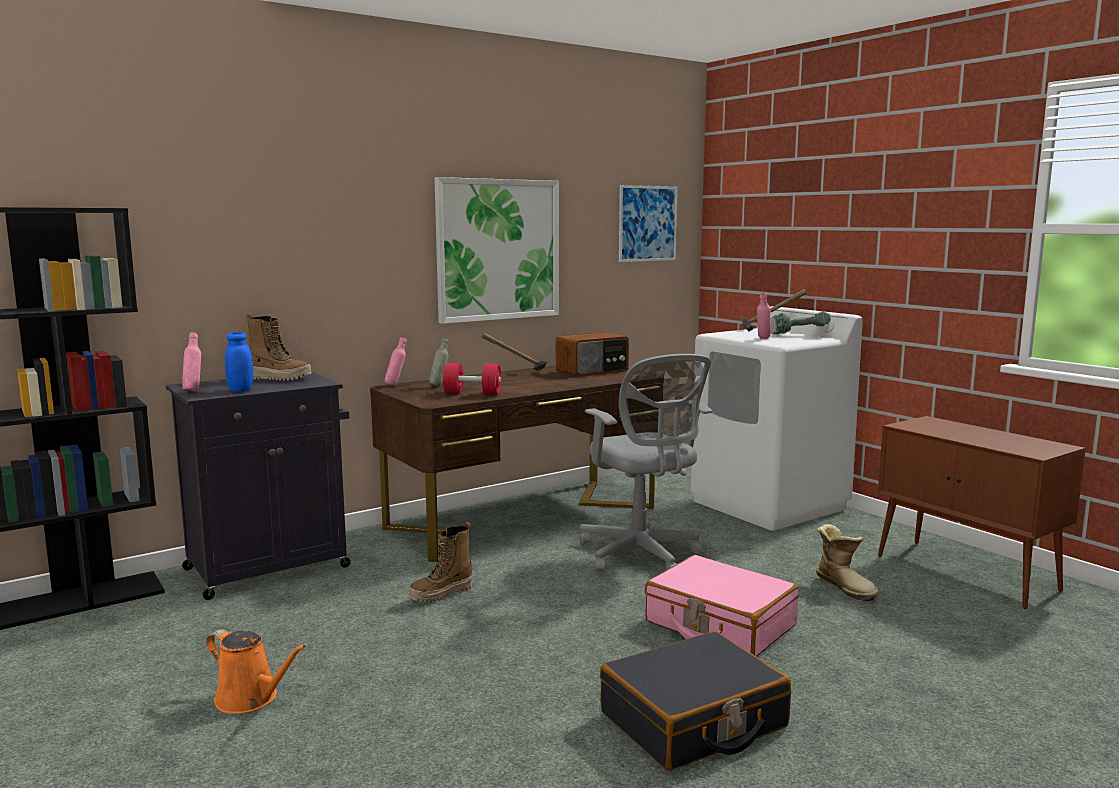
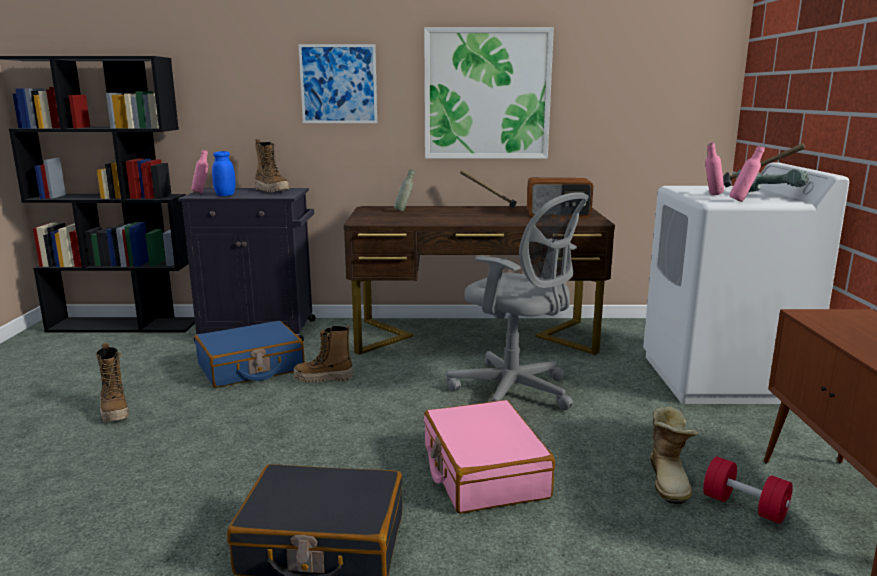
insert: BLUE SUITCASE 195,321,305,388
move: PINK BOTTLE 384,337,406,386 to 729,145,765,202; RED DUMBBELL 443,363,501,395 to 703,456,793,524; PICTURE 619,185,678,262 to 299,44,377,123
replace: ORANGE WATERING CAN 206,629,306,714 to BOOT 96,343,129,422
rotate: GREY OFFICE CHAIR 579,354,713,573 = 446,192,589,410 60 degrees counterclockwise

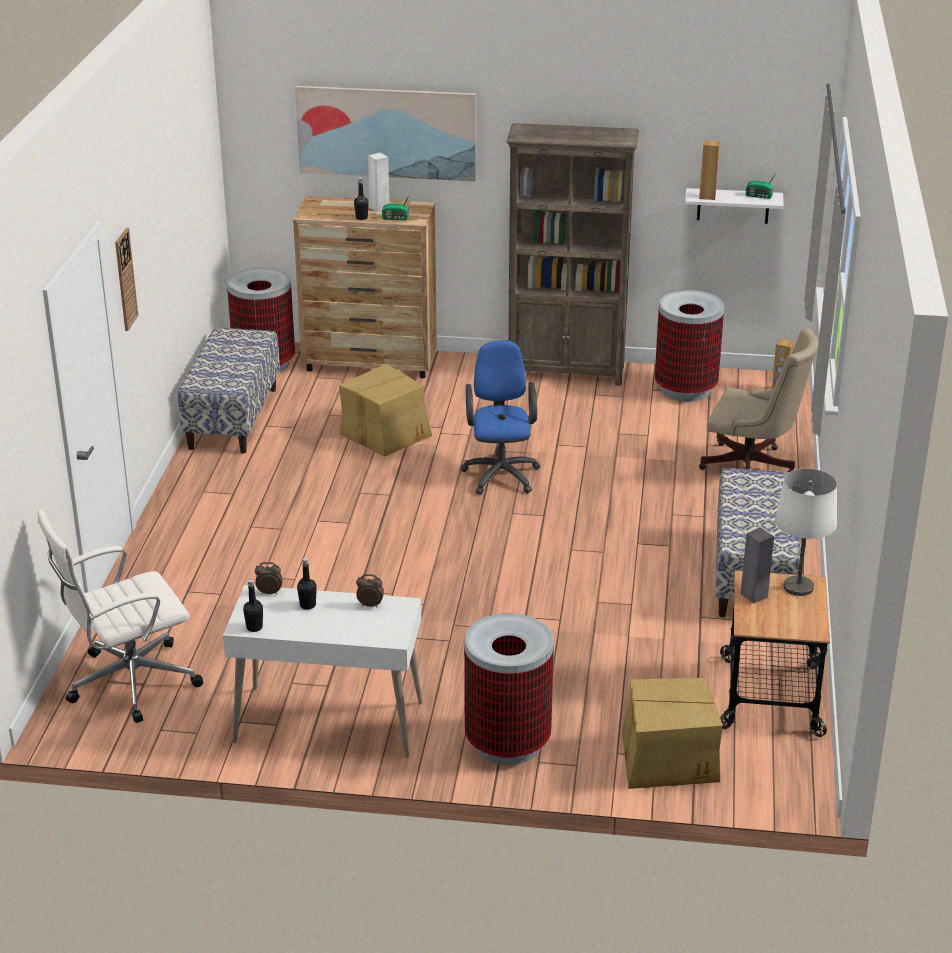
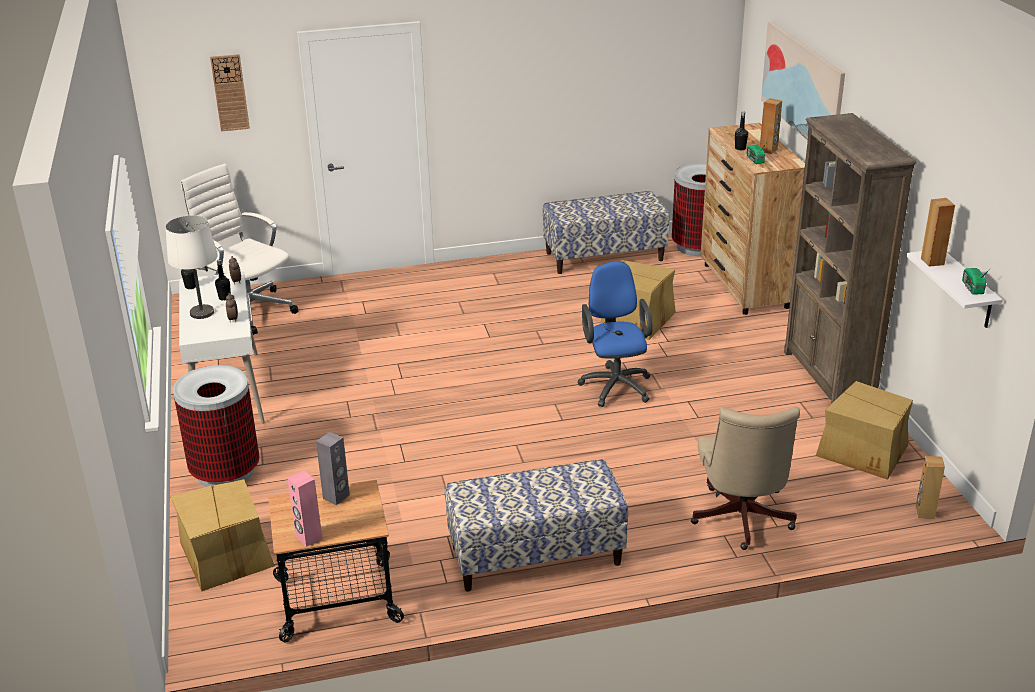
insert: PINK SPEAKER 288,470,323,547
move: WALL CLOCK 115,228,138,331 to 210,54,250,131; WHITE TABLE LAMP 775,469,837,596 to 166,215,218,319
replace: TRASH CAN 655,290,724,402 to CARDBOARD BOX 816,381,913,480
recolor: WHITE SPEAKER 368,153,389,212 to BROWN SPEAKER 760,98,782,154
rotate: BLUE OFFICE CHAIR 460,340,540,495 = 578,261,653,407 75 degrees counterclockwise

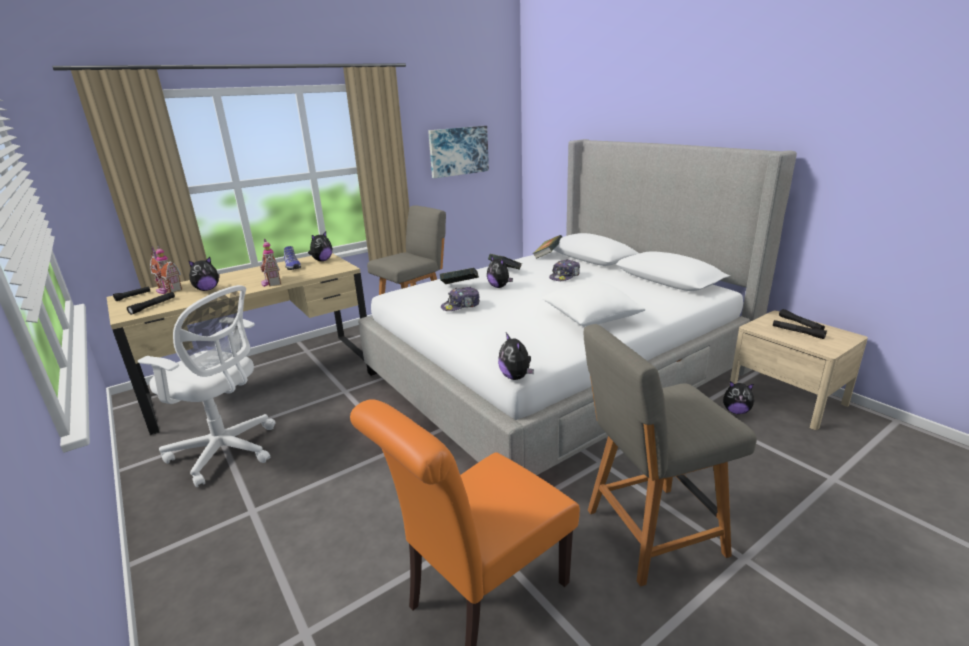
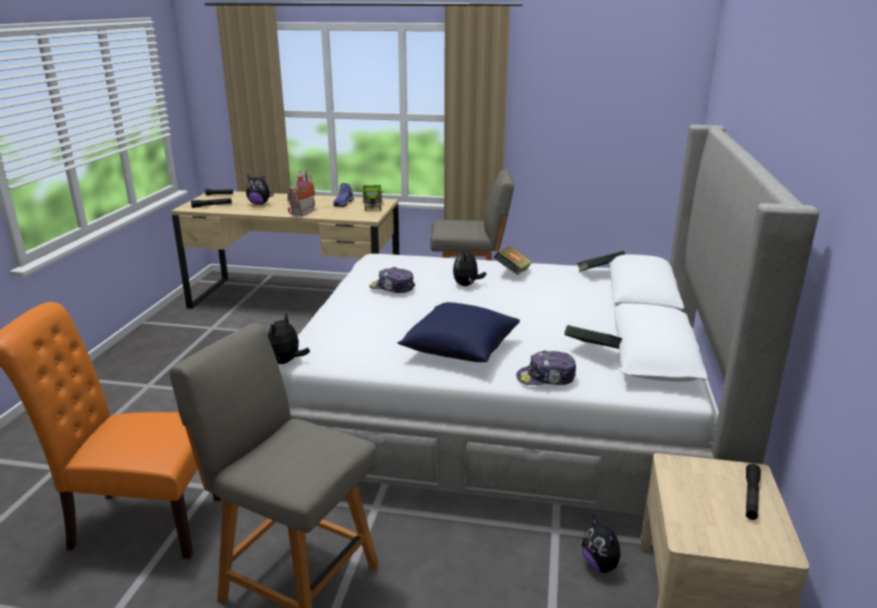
delete: WHITE OFFICE CHAIR 138,285,275,487; TOY HOUSE 150,246,182,294; PICTURE 428,126,489,178; BLACK FLASHLIGHT 773,320,827,339
move: BOOK 440,268,478,284 to 564,325,623,349; CAP 549,259,580,281 to 516,351,576,385
replace: PLUSH TOY 308,231,332,261 to TOY TRUCK 363,185,383,211
recolor: WHITE PILLOW 541,282,645,327 to BLUE PILLOW 397,302,520,362

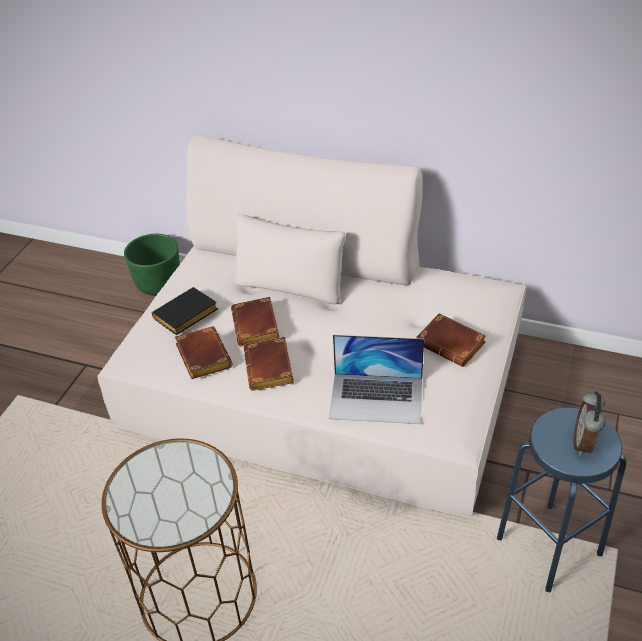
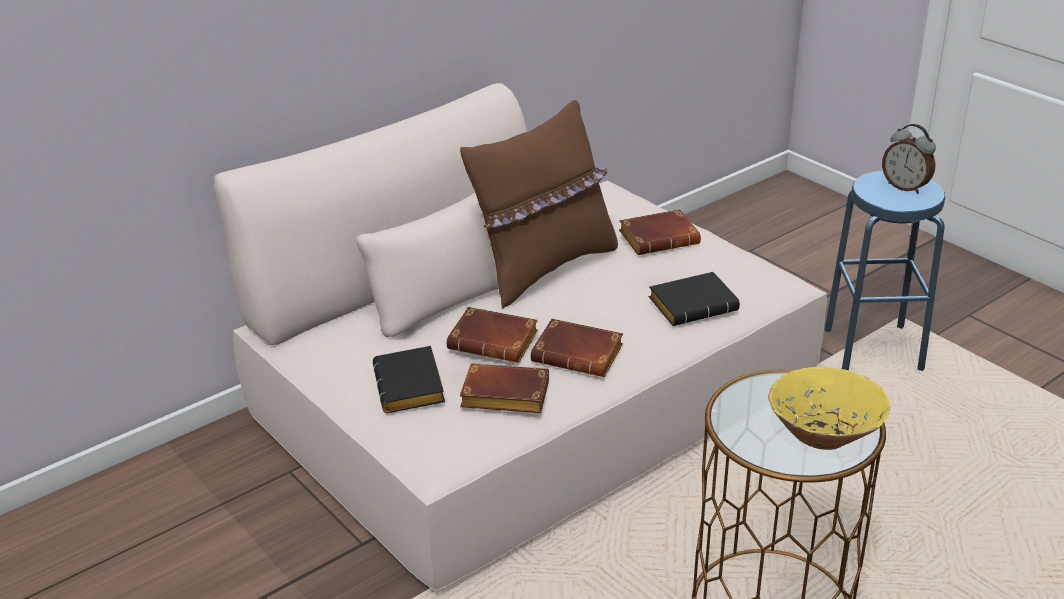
delete: GREEN PLANTER 124,234,180,296
insert: BROWN PILLOW 460,100,618,308; YELLOW BOWL 768,367,890,450
replace: LAPTOP 329,335,424,424 to BLACK BOOK 649,272,740,326

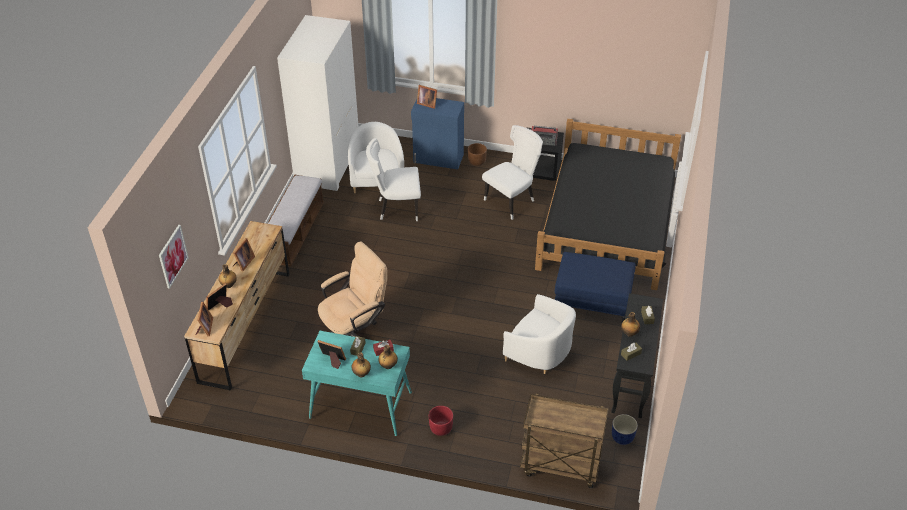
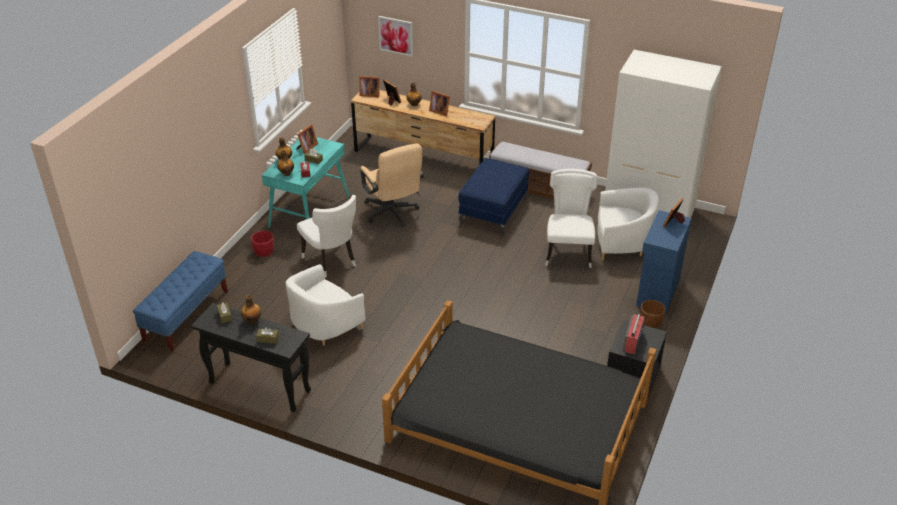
delete: BLUE PLANTER 612,414,638,445
move: WHITE CHAIR 482,125,543,220 to 297,195,356,278; BLUE OTTOMAN 555,252,636,324 to 458,158,529,236
replace: BROWN CART 520,394,609,488 to BLUE BENCH 133,251,228,352

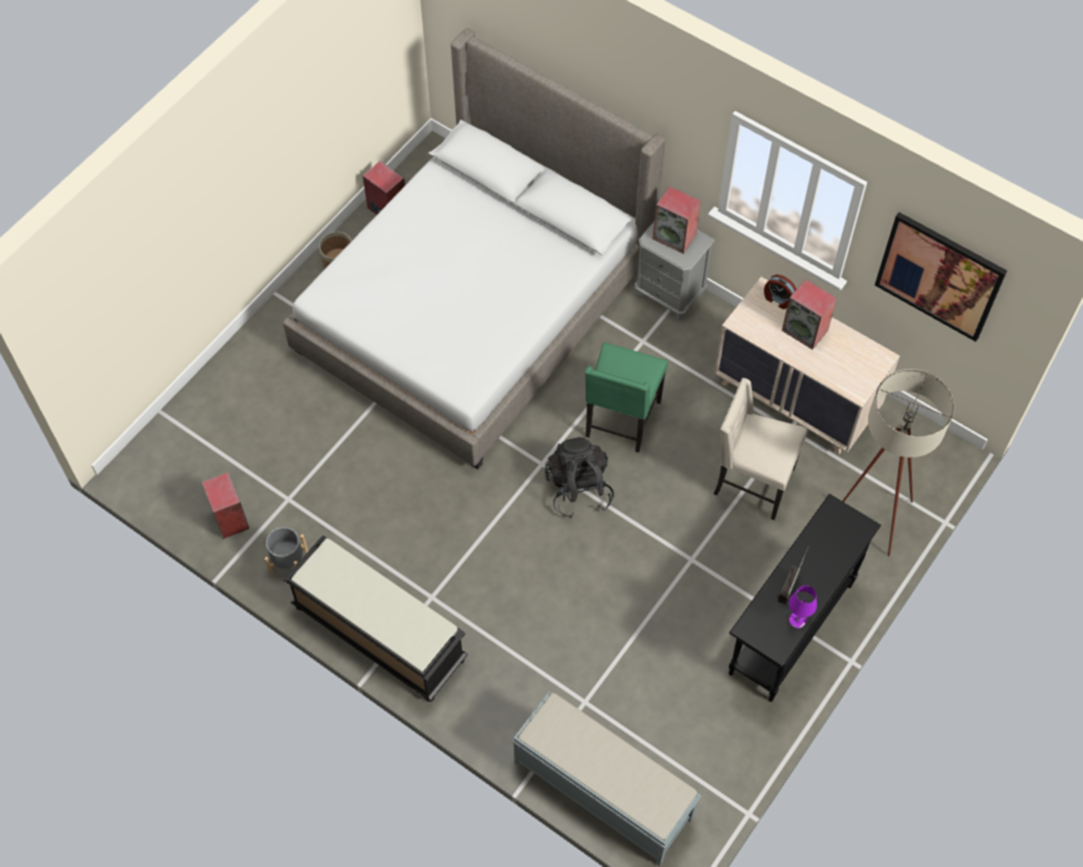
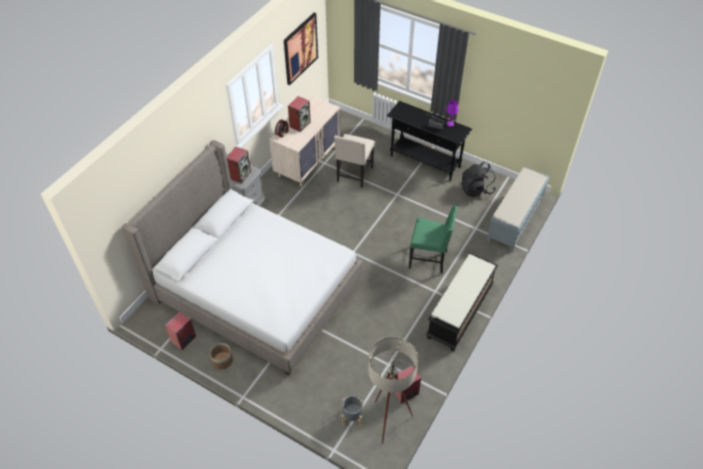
move: GREY PLANTER 265,527,308,575 to 342,396,363,427; BLACK BACKPACK 545,437,614,518 to 460,162,496,197; GREEN CHAIR 585,342,668,453 to 409,206,458,274; BEIGE FLOOR LAMP 842,369,954,557 to 368,337,418,444

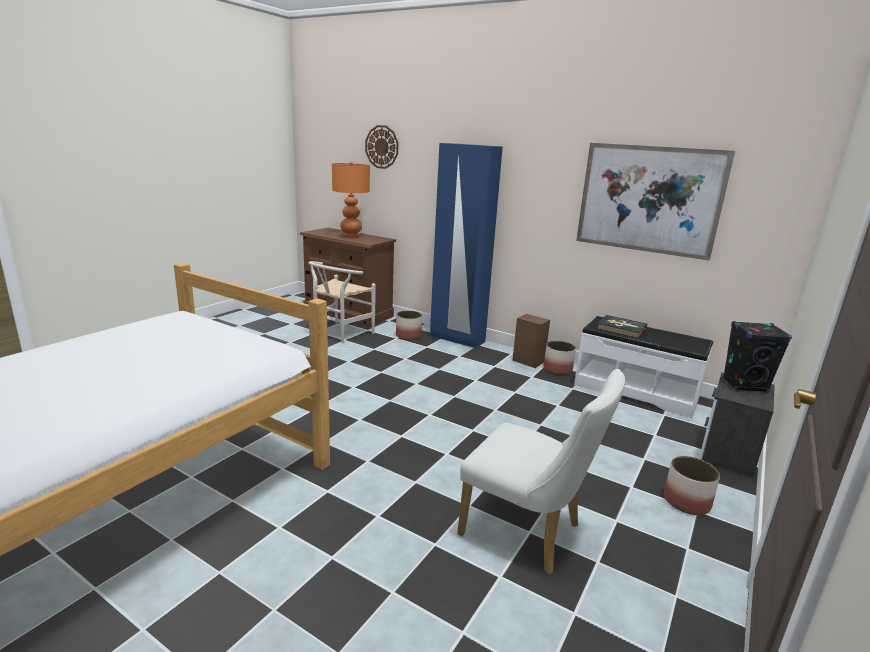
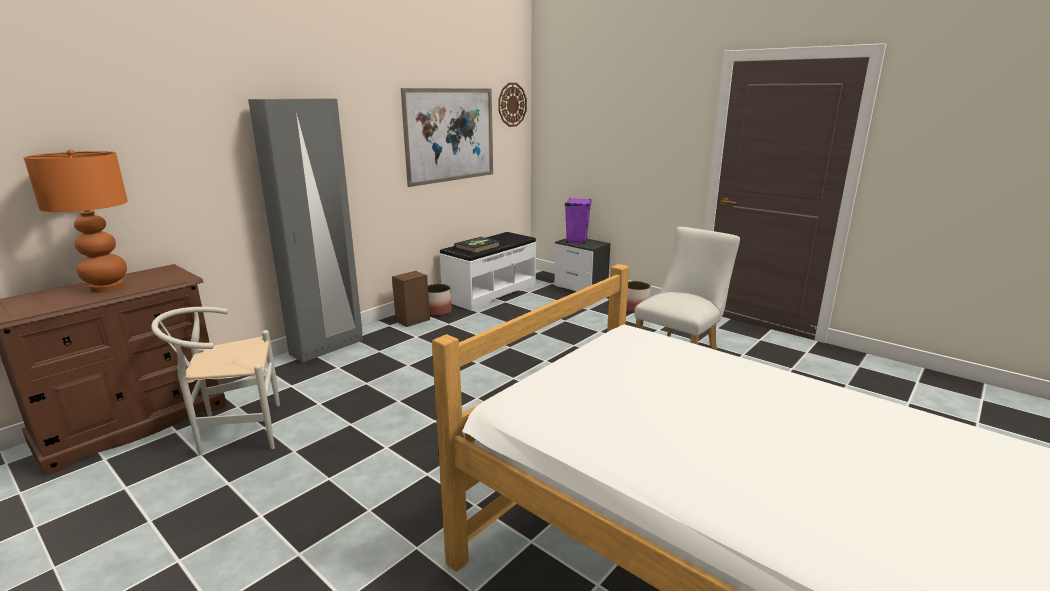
delete: PLANTER 396,311,422,340
move: WALL CLOCK 365,125,398,169 to 498,83,527,127
recolor: BLUE WARDROBE 430,143,503,348 to GREY WARDROBE 248,98,363,363; BLACK SPEAKER 723,321,792,393 to PURPLE SPEAKER 565,198,592,244
rotate: WHITE CHAIR 309,261,376,343 = 151,307,280,455 120 degrees clockwise

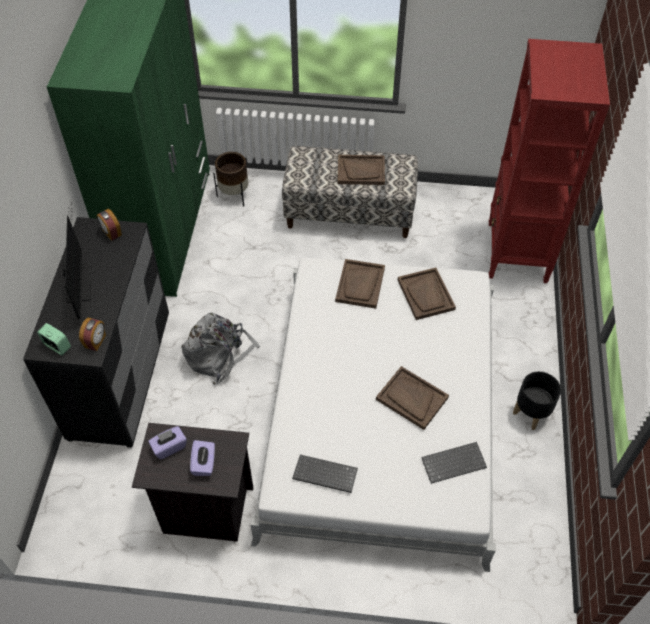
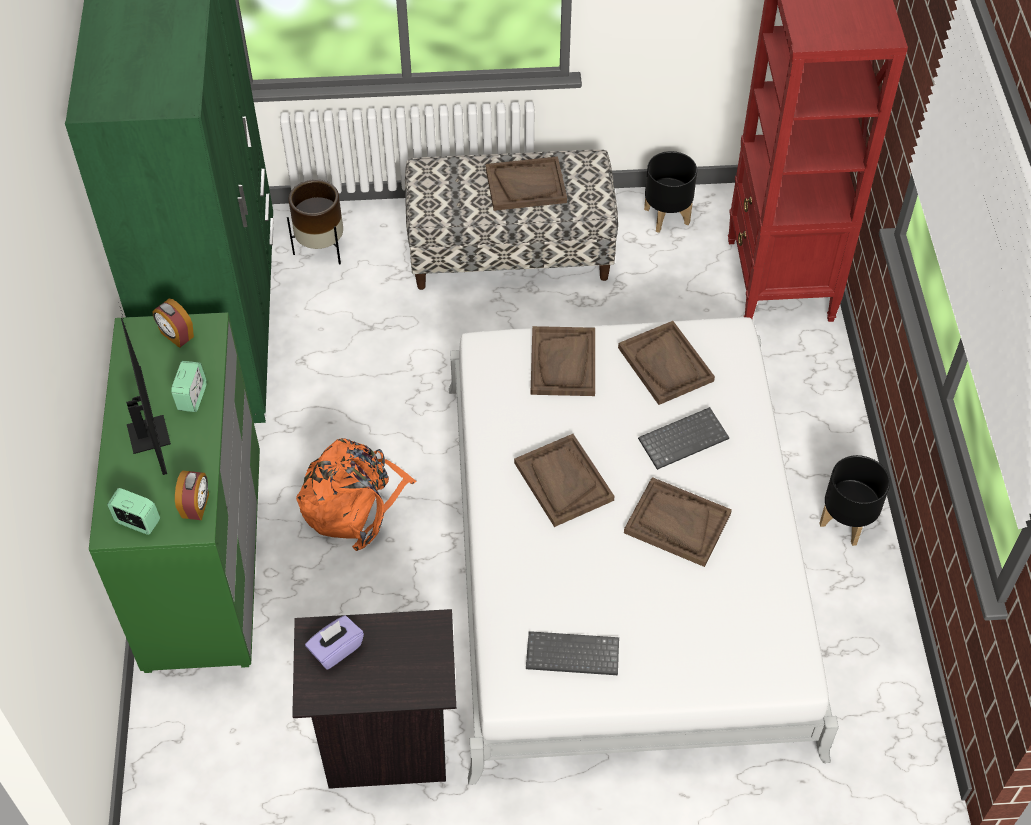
delete: PURPLE TISSUE BOX 190,440,215,476
insert: ALARM CLOCK 171,361,206,412; BROWN TRAY 514,434,615,527; BLACK PLANTER 644,151,697,233
move: KEYBOARD 421,442,487,484 to 638,407,729,470
recolor: BLACK DRESSER 23,217,169,448 to GREEN DRESSER 89,312,260,673; GREY BACKPACK 181,313,261,385 to ORANGE BACKPACK 296,438,416,551

